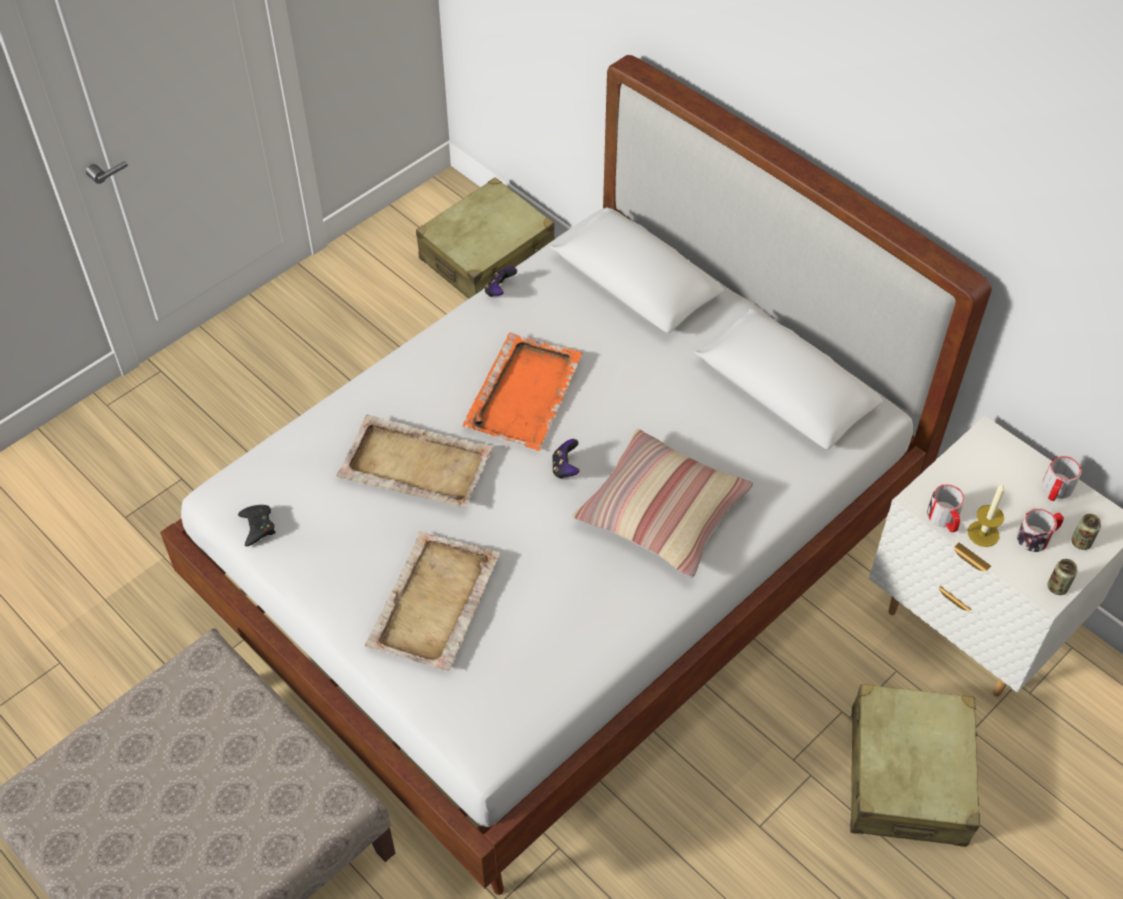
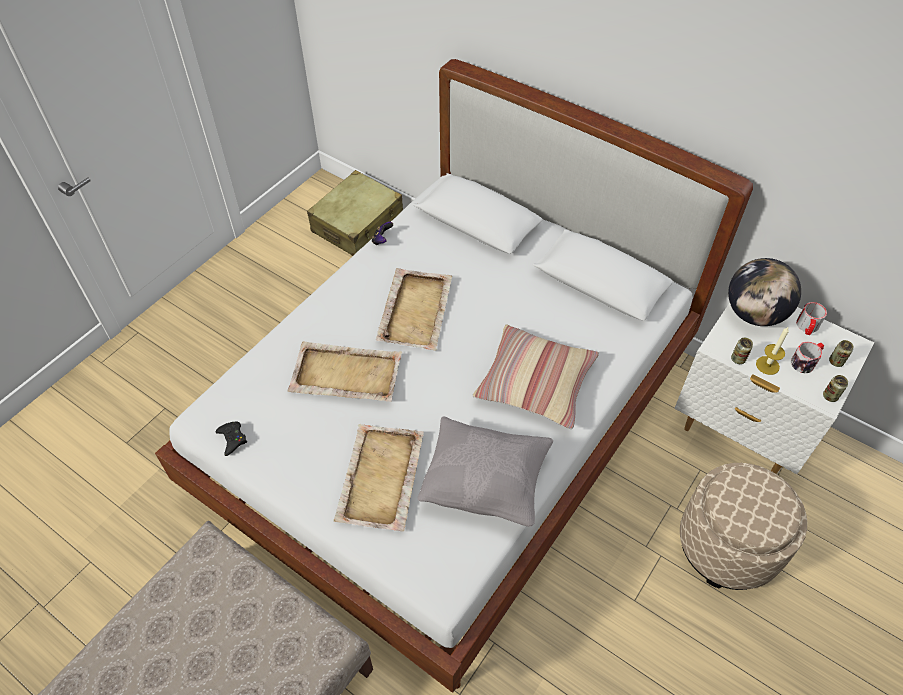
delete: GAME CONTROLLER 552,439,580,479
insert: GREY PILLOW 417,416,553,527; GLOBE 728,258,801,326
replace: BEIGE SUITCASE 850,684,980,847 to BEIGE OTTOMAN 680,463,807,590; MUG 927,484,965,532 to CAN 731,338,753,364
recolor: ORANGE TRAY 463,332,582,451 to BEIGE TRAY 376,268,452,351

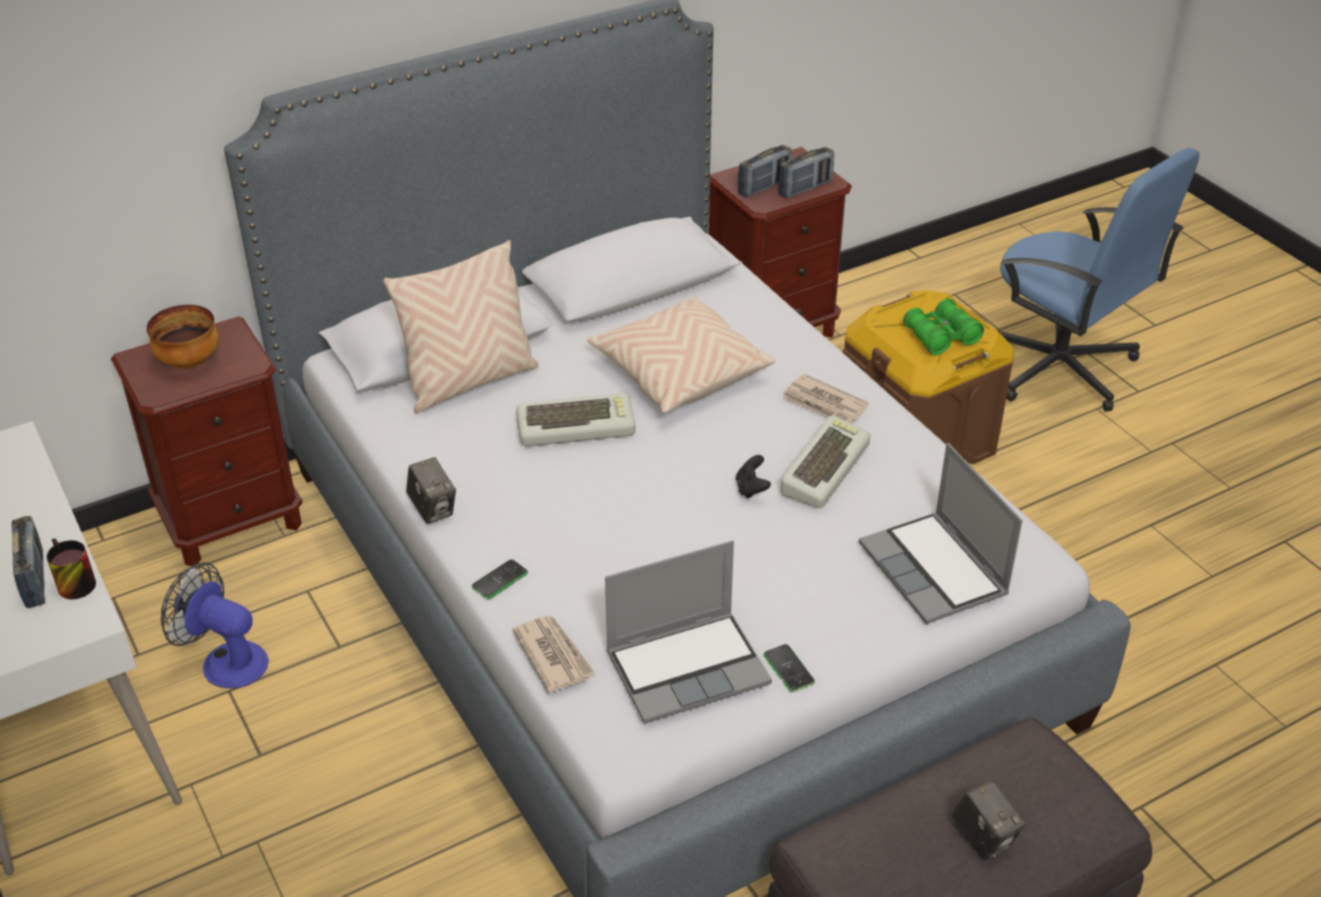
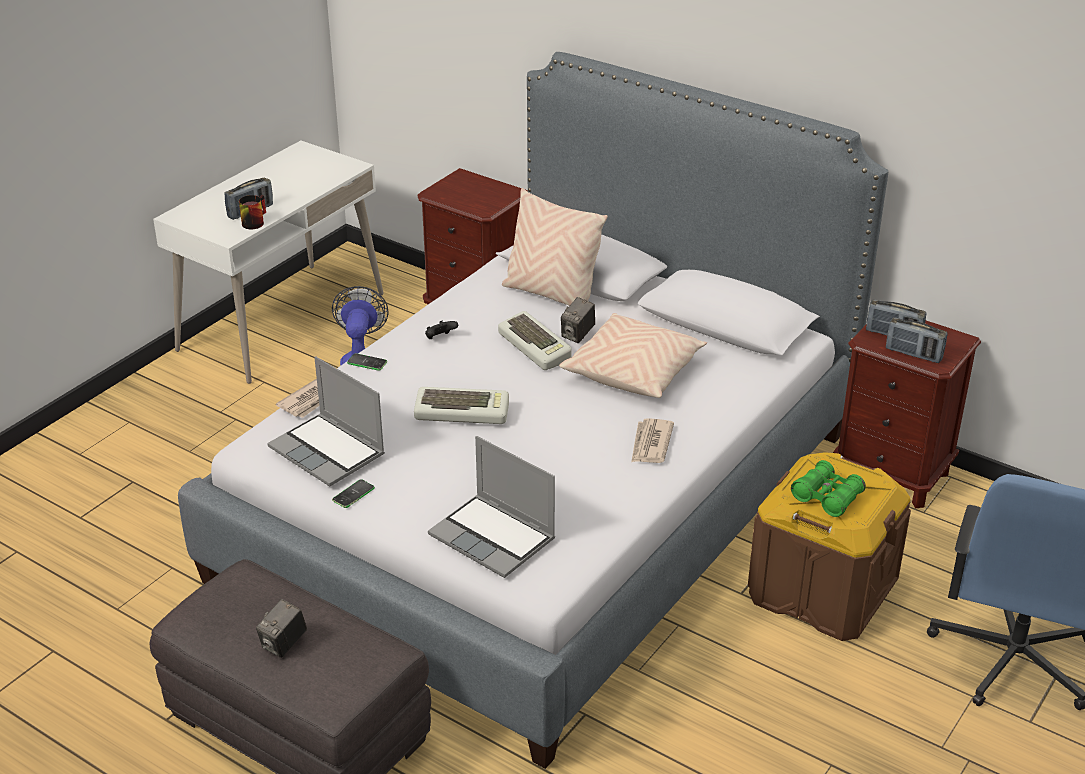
delete: BOWL 147,305,219,369
move: PHOTO CAMERA 406,457,456,524 to 561,297,595,343; BLACK GAME CONTROLLER 736,455,771,499 to 425,321,458,339; KEYBOARD 781,415,870,508 to 414,387,509,424
rotate: LAPTOP 859,443,1023,624 = 428,436,555,578 90 degrees counterclockwise

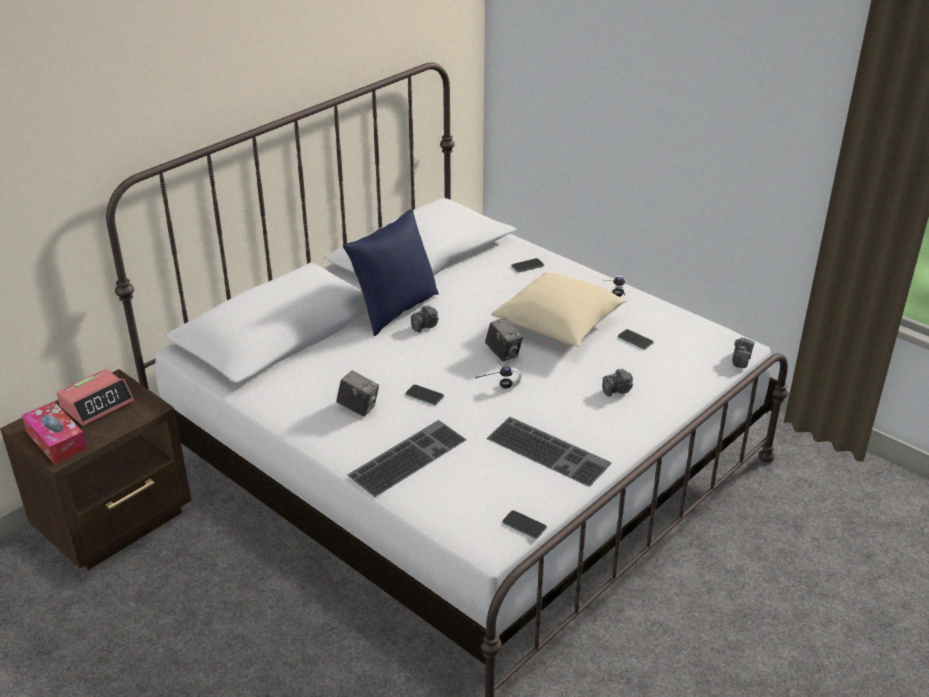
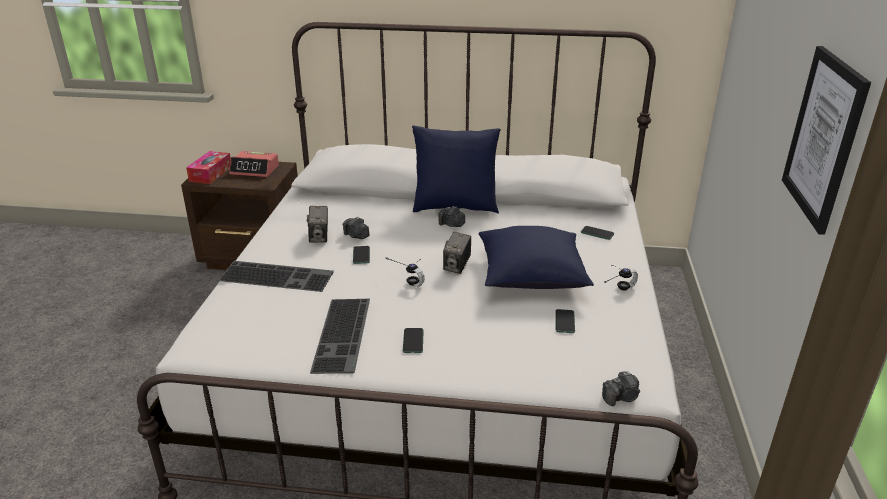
insert: PICTURE 782,46,871,235
move: PHONE 502,510,547,539 to 403,328,424,353; PHOTO CAMERA 602,368,633,396 to 343,217,369,239
recolor: BEIGE PILLOW 491,272,627,347 to BLUE PILLOW 479,226,594,289

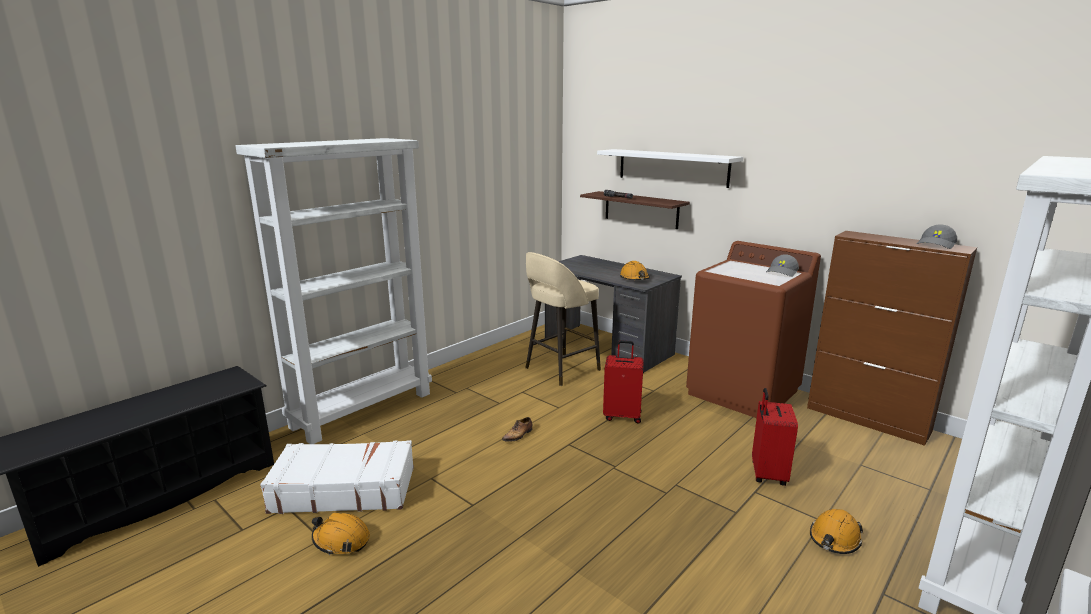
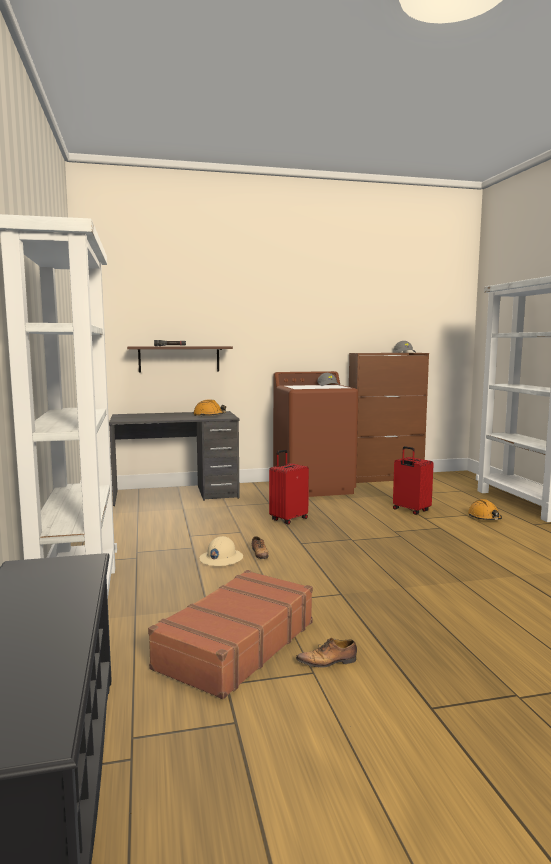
delete: BEIGE STOOL 525,252,601,386; WHITE SHELF 597,149,743,188
insert: BEIGE HARD HAT 200,536,243,566
replace: ORANGE HARD HAT 312,512,370,555 to SHOE 296,637,357,668
recolor: WHITE SUITCASE 260,440,414,514 to BROWN SUITCASE 148,570,313,699

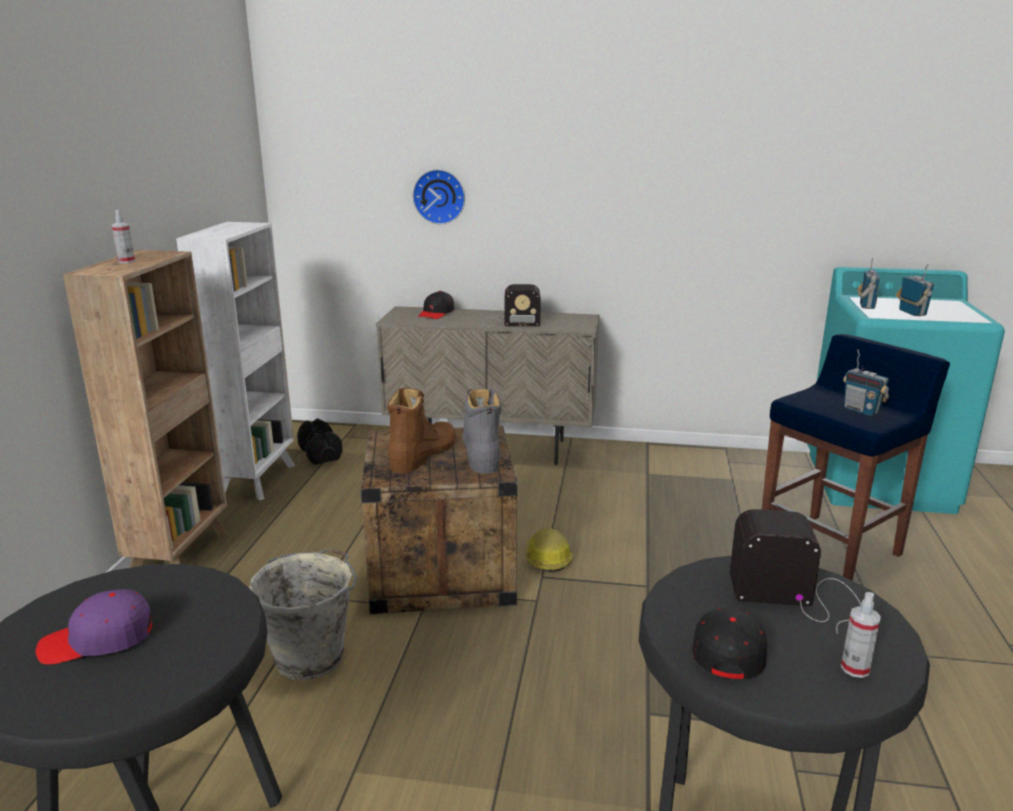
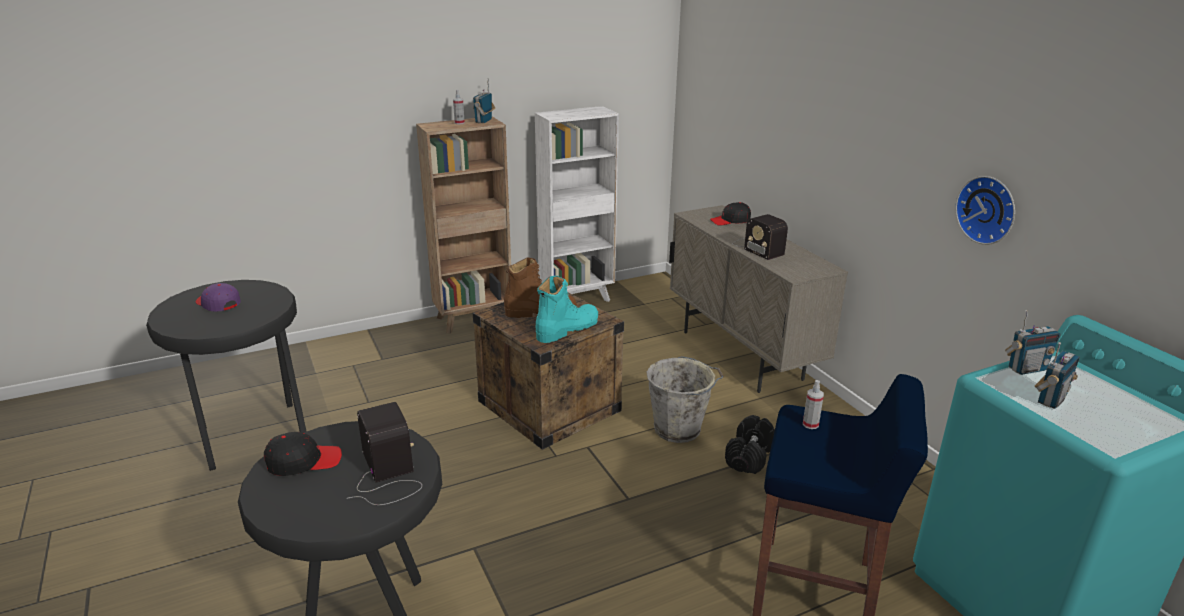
delete: HARD HAT 526,528,573,573
move: GREY BUCKET 249,548,357,681 to 647,356,724,443; BLACK DUMBBELL 297,419,343,465 to 725,415,775,474; WALL CLOCK 413,169,465,225 to 955,176,1015,245; SPRAY BOTTLE 841,592,881,678 to 803,380,824,429; RADIO 843,350,889,416 to 473,78,495,123
recolor: GREY BOOT 462,388,502,474 to TURQUOISE BOOT 536,276,598,343

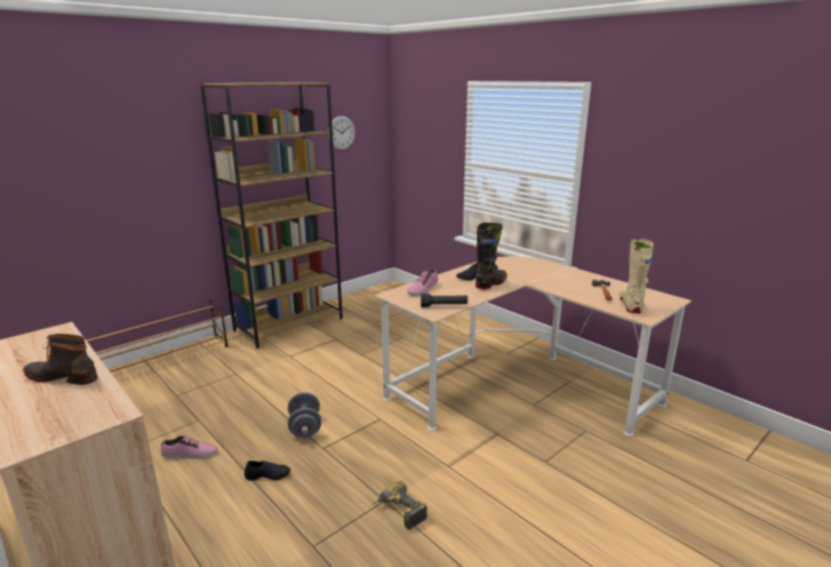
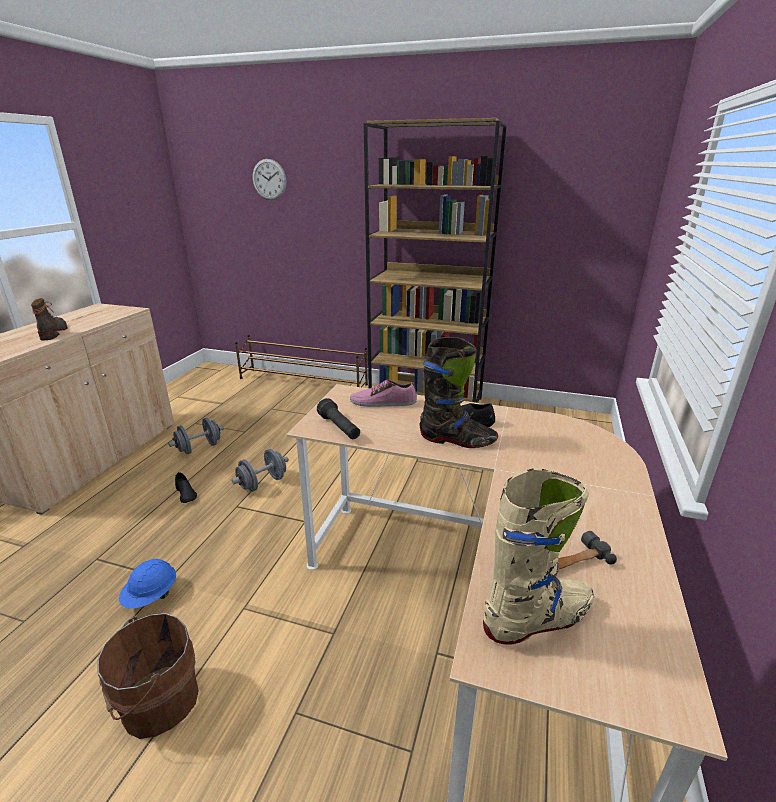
insert: BROWN BUCKET 97,613,199,739
move: WALL CLOCK 328,116,355,150 to 253,159,286,200
replace: SHOE 161,436,217,459 to GREY DUMBBELL 168,418,224,454; POWER DRILL 373,481,427,529 to BLUE HARD HAT 119,559,176,608

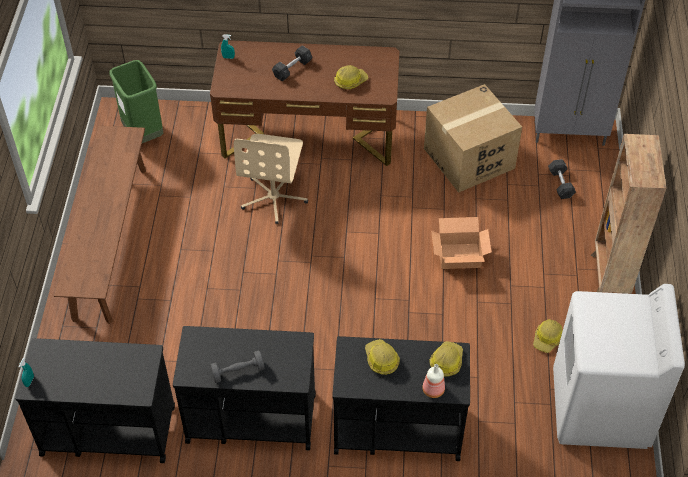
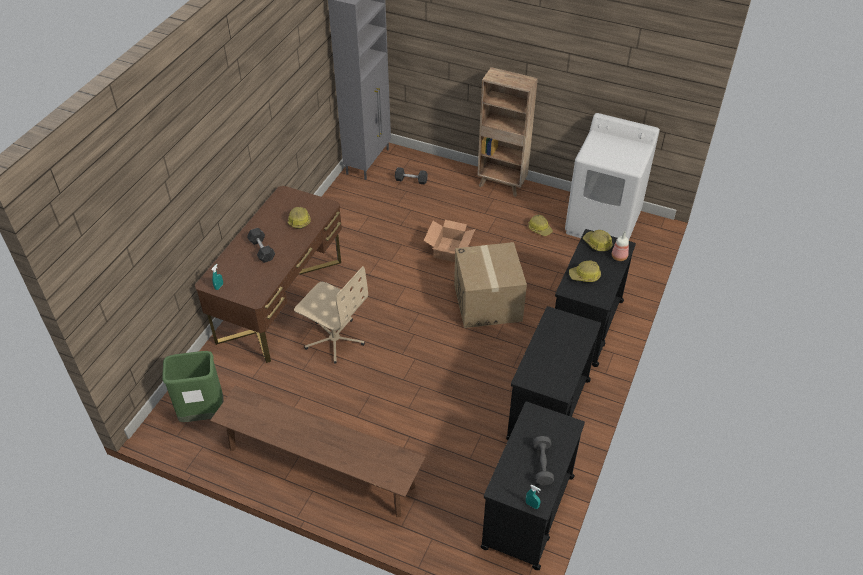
move: GREY DUMBBELL 210,351,265,383 to 533,436,554,485; CARDBOARD BOX 424,84,522,193 to 454,242,527,328

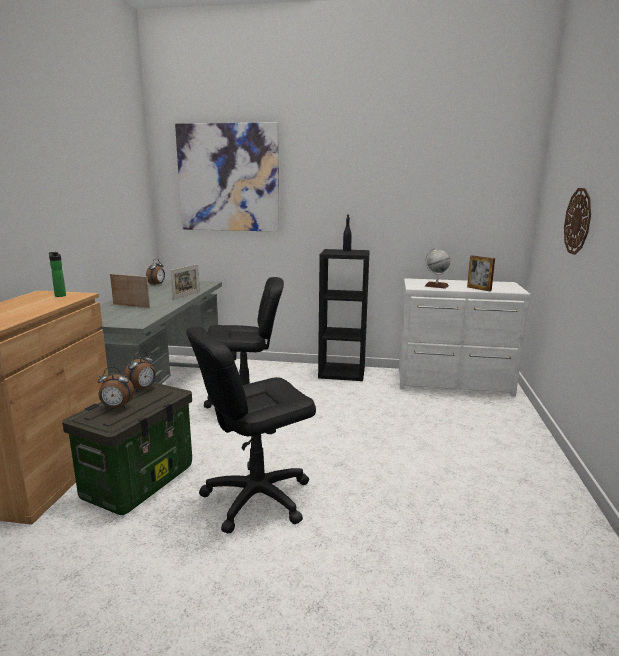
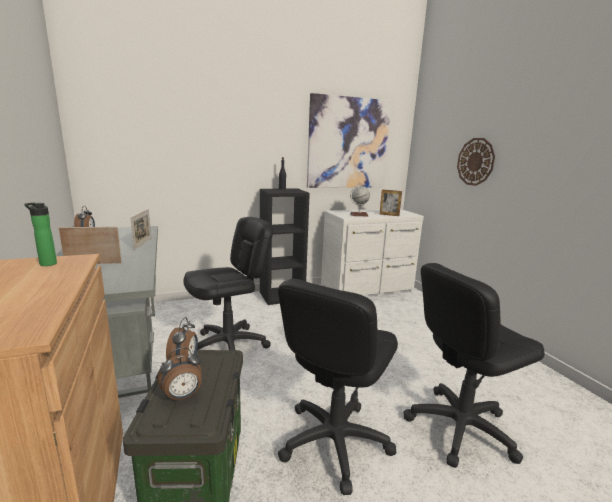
insert: BLACK OFFICE CHAIR 403,263,544,468
move: PICTURE 175,122,279,232 to 307,93,391,188

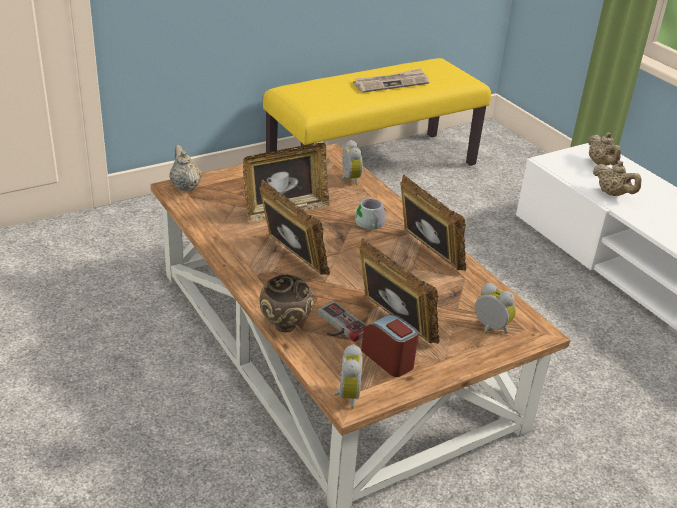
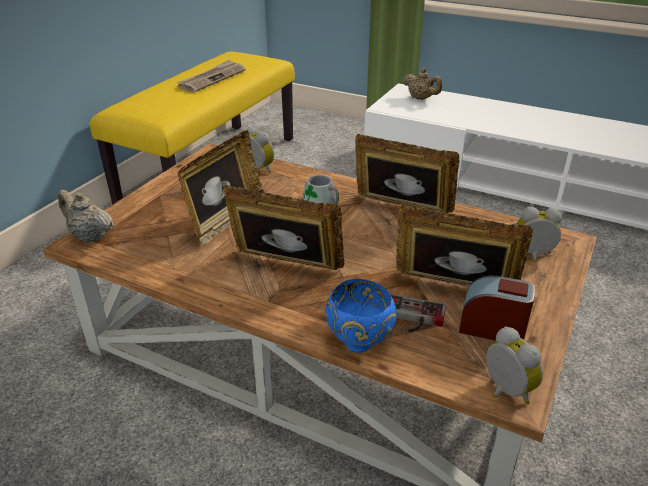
delete: BEIGE TEAPOT 593,161,642,196
recolor: BROWN BOWL 260,275,314,333 to BLUE BOWL 325,279,397,353

